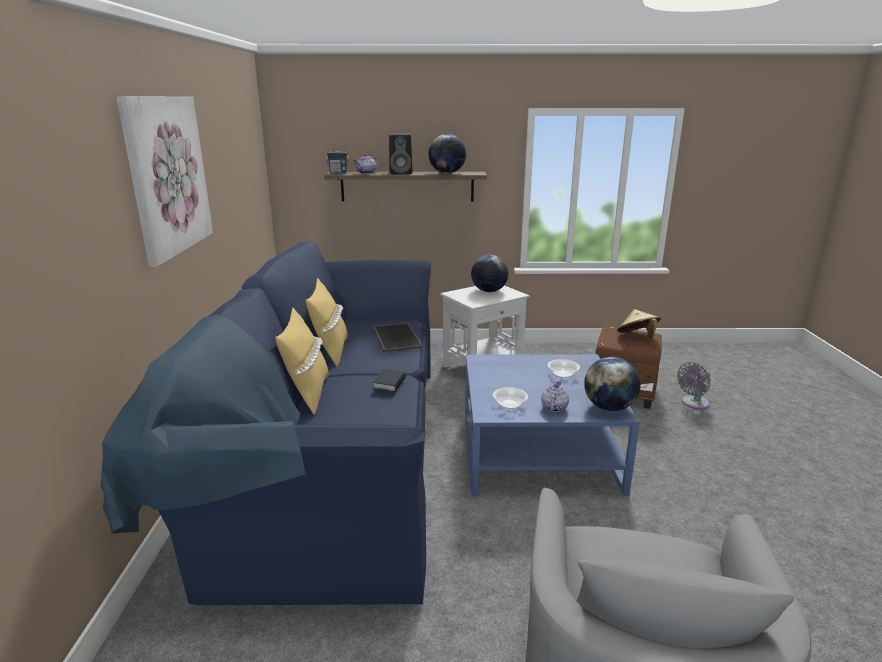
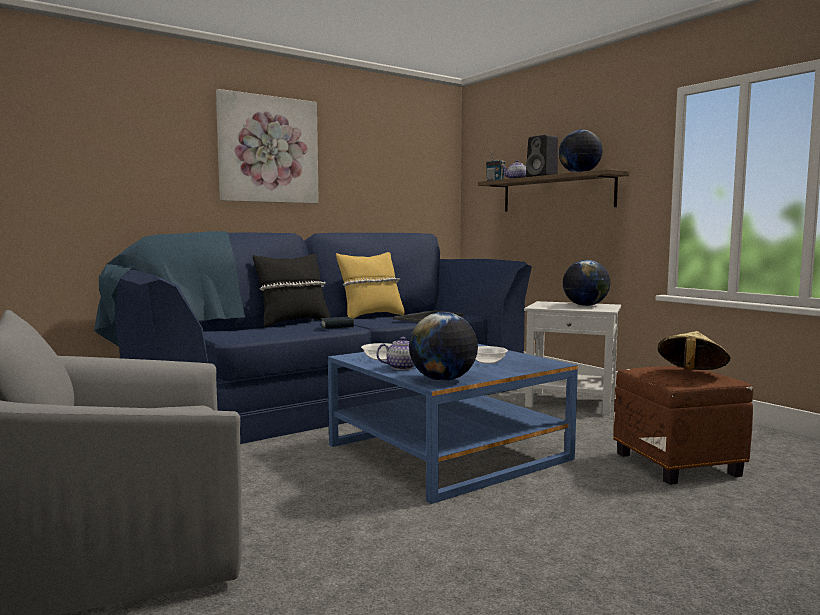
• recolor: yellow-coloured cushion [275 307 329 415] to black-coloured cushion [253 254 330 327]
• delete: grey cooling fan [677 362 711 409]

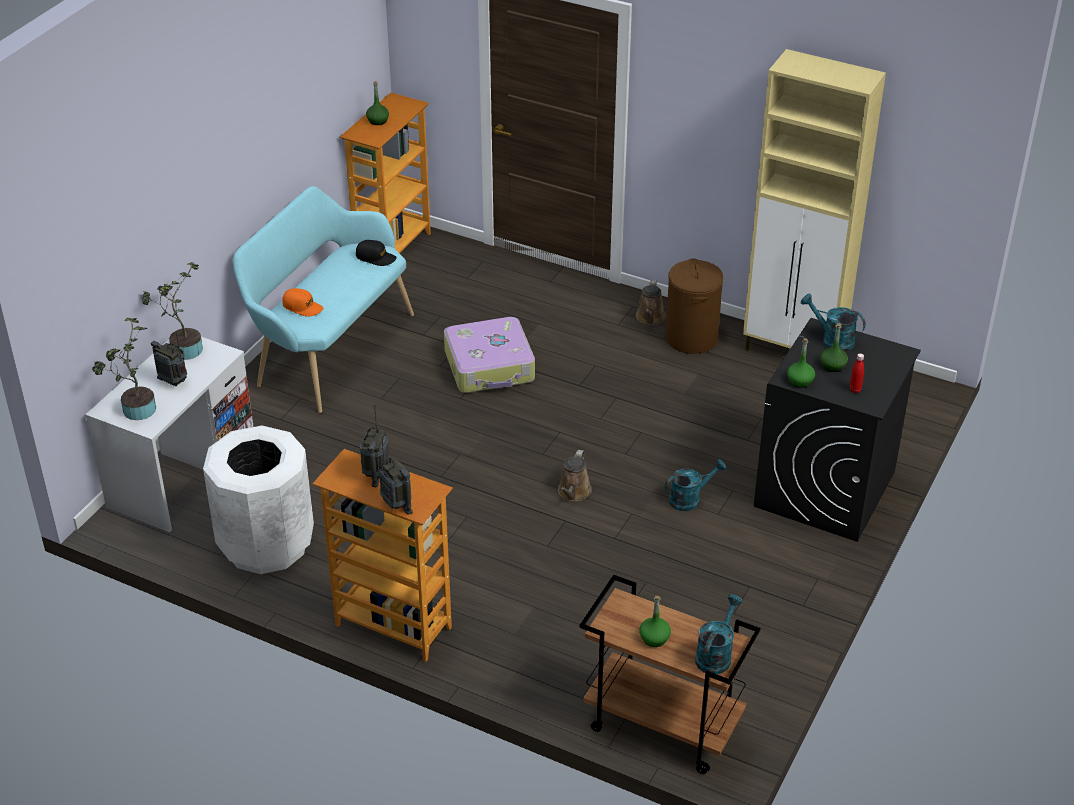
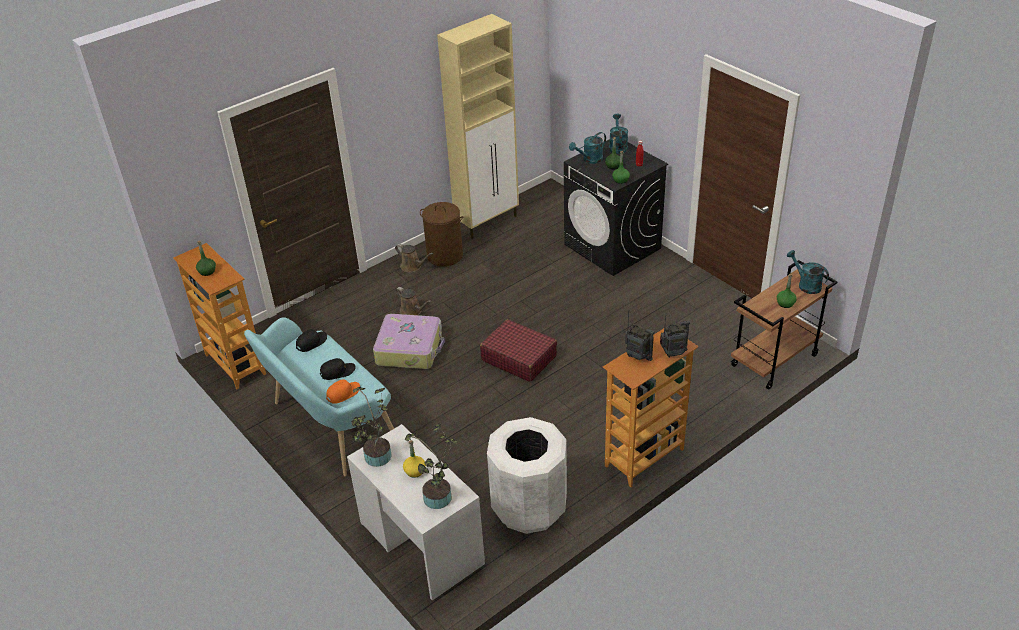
• replace: radio receiver [151 332 187 386] to yellow-coloured drink bottle [403 440 426 478]
• move: brown-coloured sprinkling can [558 450 592 501] to [395 287 431 315]
• move: blue-green sprinkling can [665 459 727 511] to [609 114 628 154]
• insert: black-coloured peaked cap [320 358 356 380]
• insert: reddish suitcase [480 319 557 382]

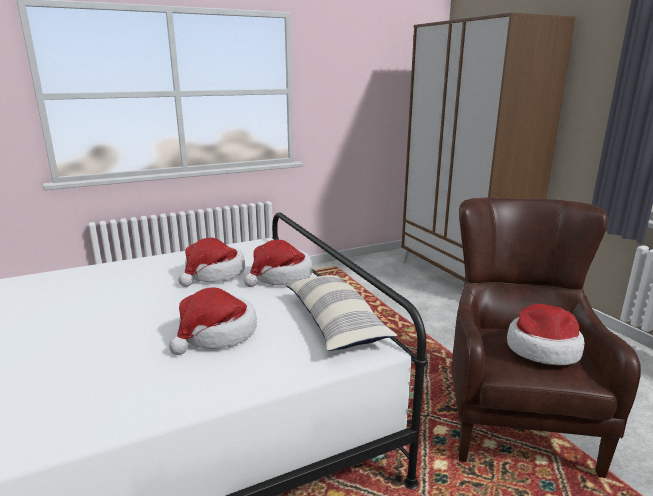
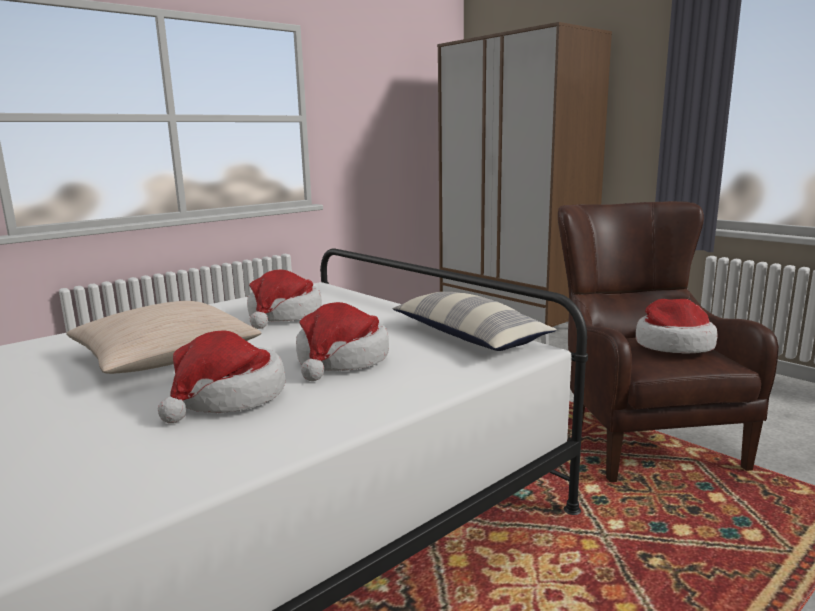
• move: hat [243 240 313 287] to [158 330 286 423]
• insert: sand-coloured cushion [66 301 262 374]

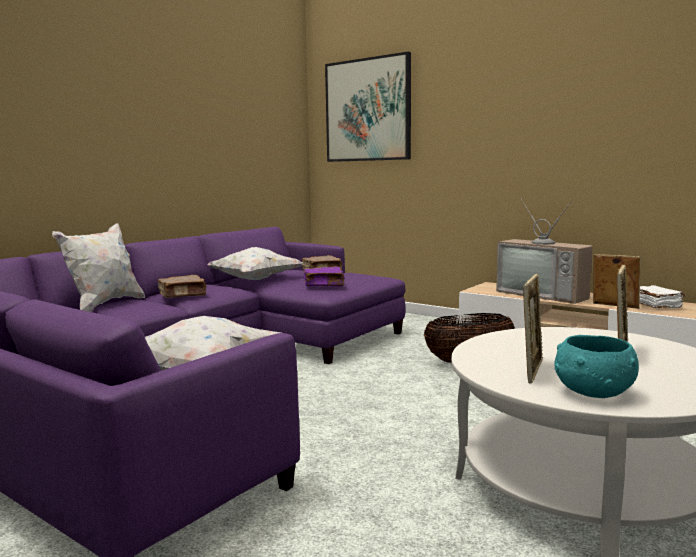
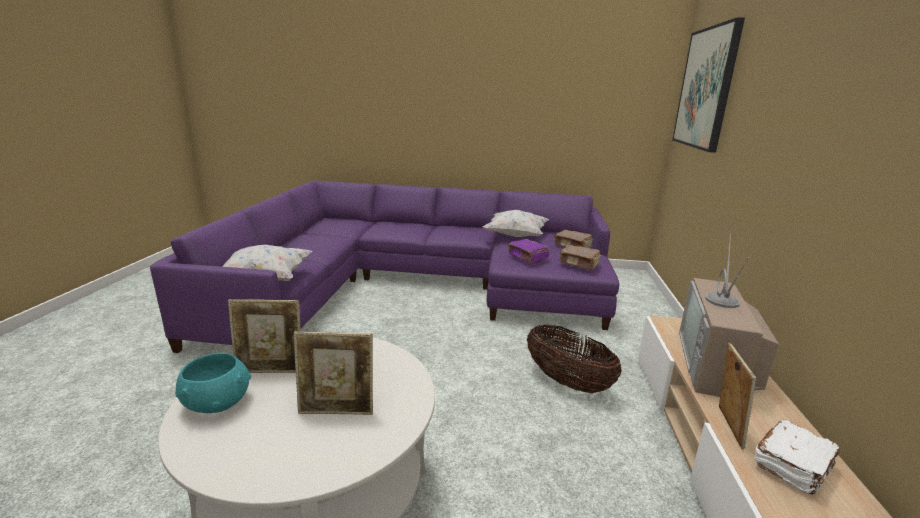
• delete: white cushion [52 223 145 312]
• move: brown-coloured book [158 275 206 298] to [559 245 601 270]

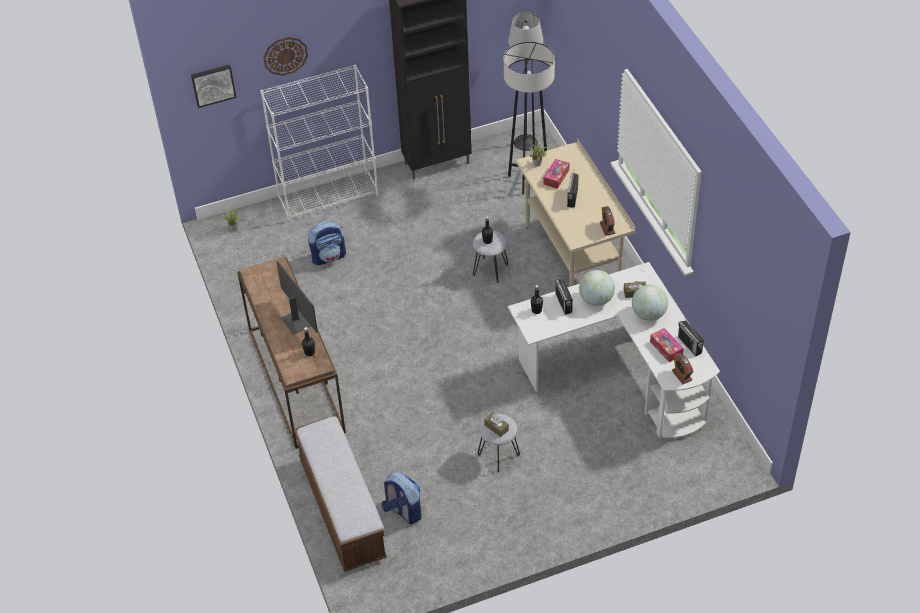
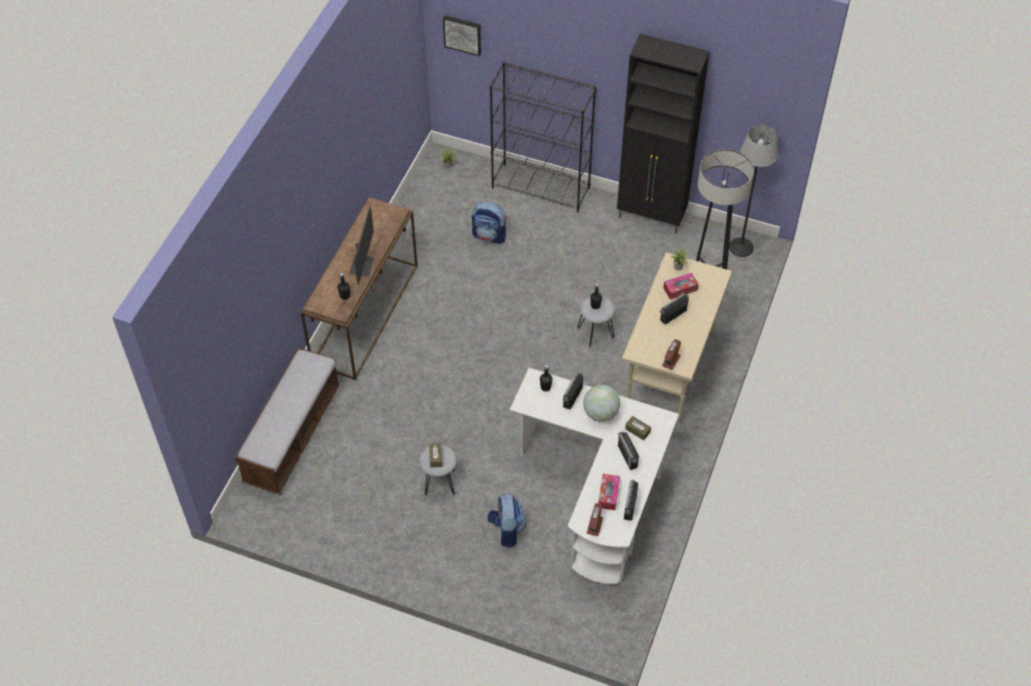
• recolor: white shelving unit [260 65 379 222] to black-coloured shelving unit [490 62 596 213]
• delete: clock on the wall [263 37 308 76]
• move: rucksack [381 471 422 524] to [488 493 526 547]
• replace: desk globe [632 285 668 321] to radio receiver [618 431 639 470]

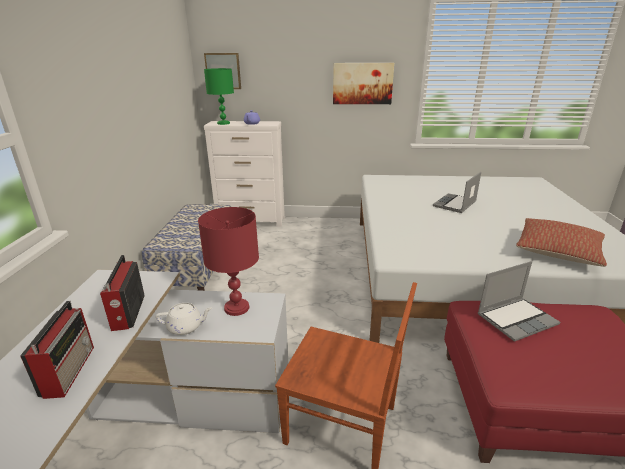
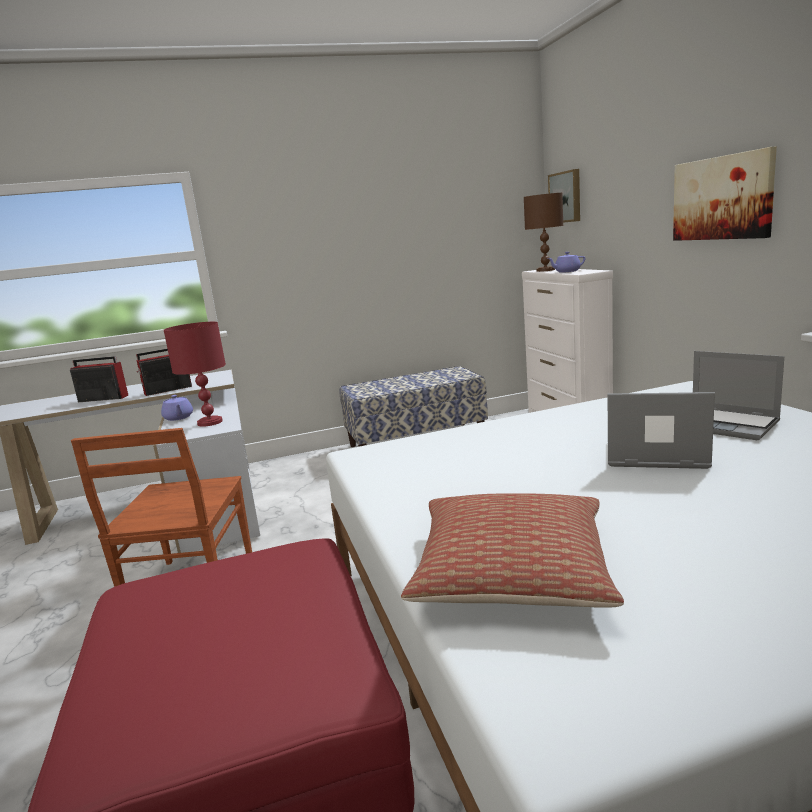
• rotate: radio receiver [20 301 94 399] = [70 356 128 402] 150 degrees counterclockwise
• recolor: white tea pot [156 303 212 335] to purplish tea pot [161 395 193 421]
• recolor: green table lamp [204 68 234 125] to brown-coloured table lamp [524 193 563 272]
• move: notebook computer [478 261 560 342] to [693 351 784 441]

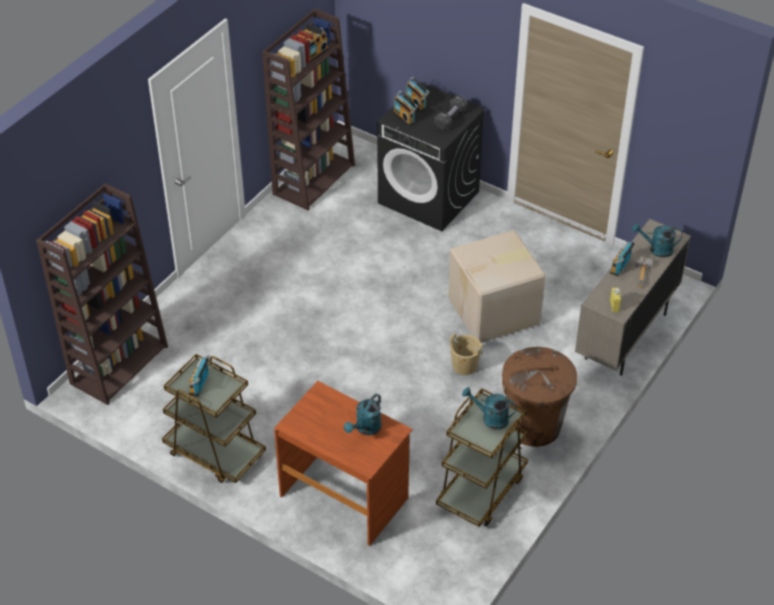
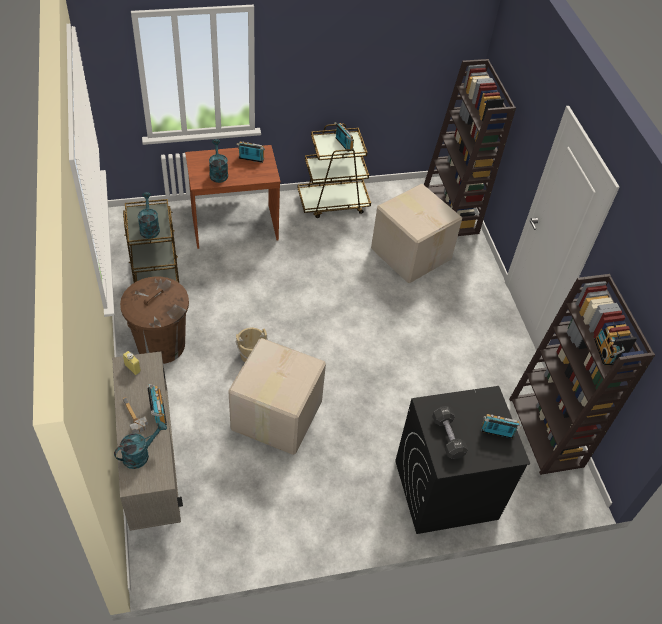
• move: radio receiver [393 91 418 126] to [236 141 265 163]
• rotate: blue-green sprinkling can [462 387 517 429] = [138 192 160 239] 75 degrees counterclockwise
• insert: packing box [371 184 462 283]

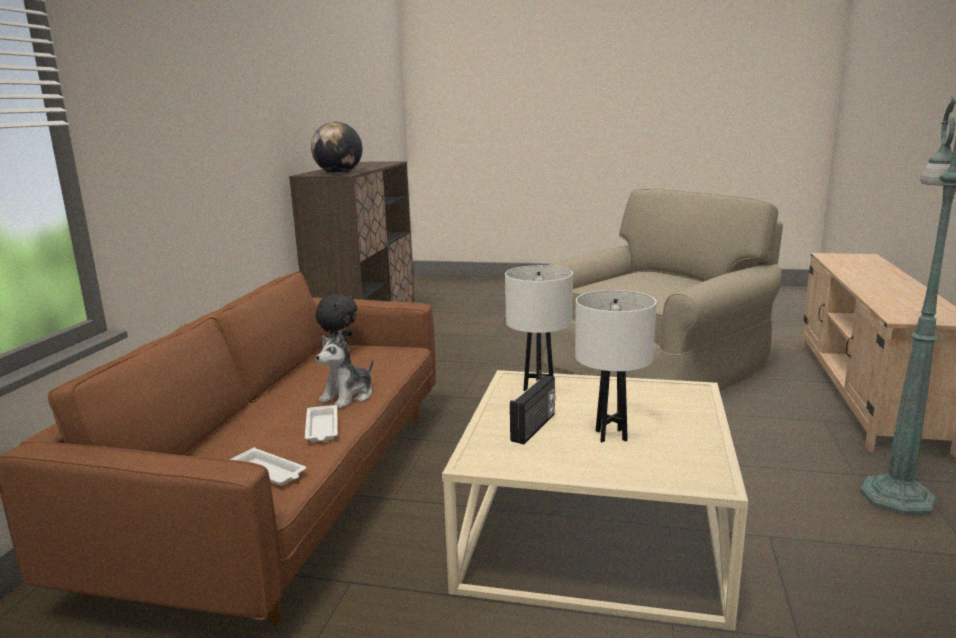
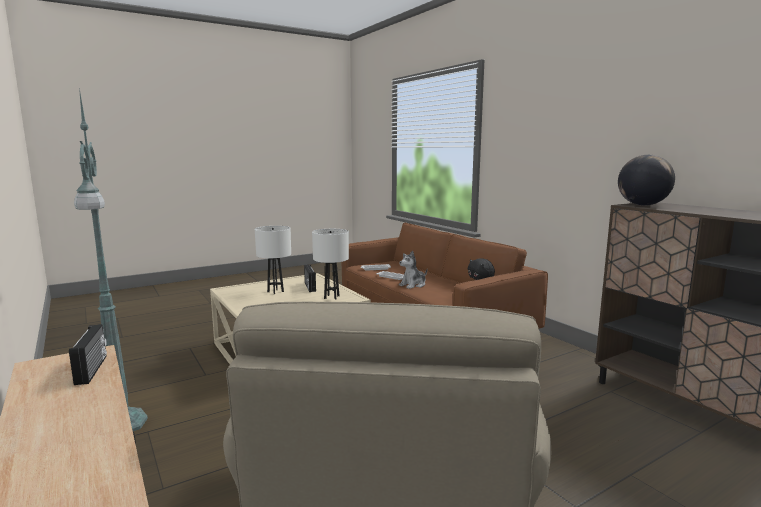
• rotate: soft toy [316 331 373 408] = [399 251 427 289] 120 degrees counterclockwise
• insert: radio receiver [69 324 107 385]

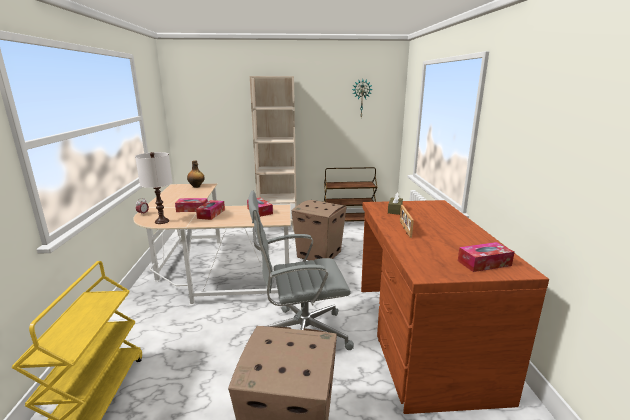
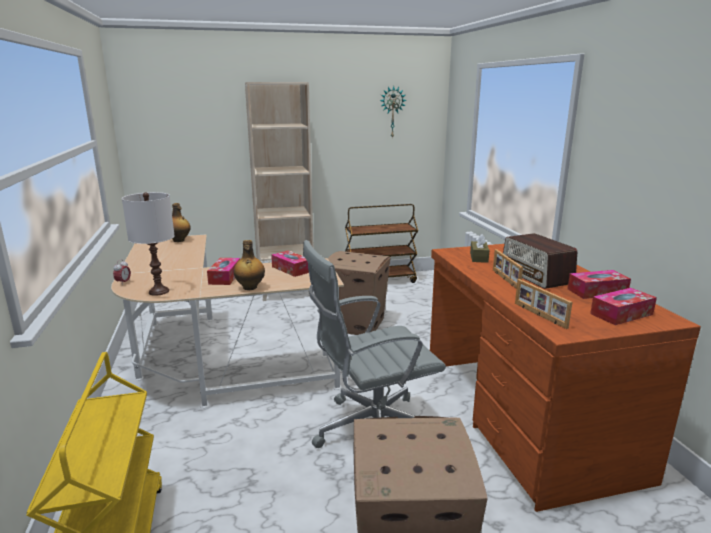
• move: tissue box [175 198 208 212] to [568 270 631 299]
• insert: drink bottle [234 240 265 290]
• insert: radio receiver [503 233 577 289]
• insert: standing frame [515 279 573 329]

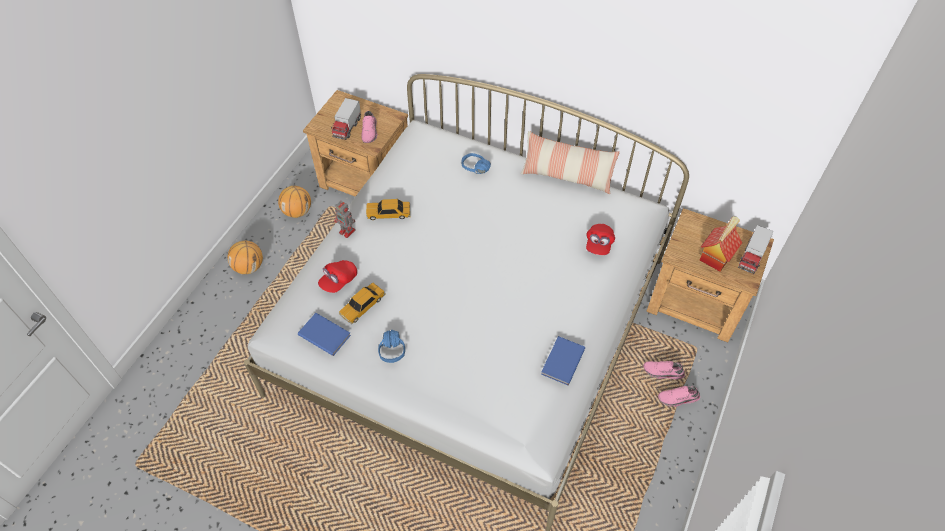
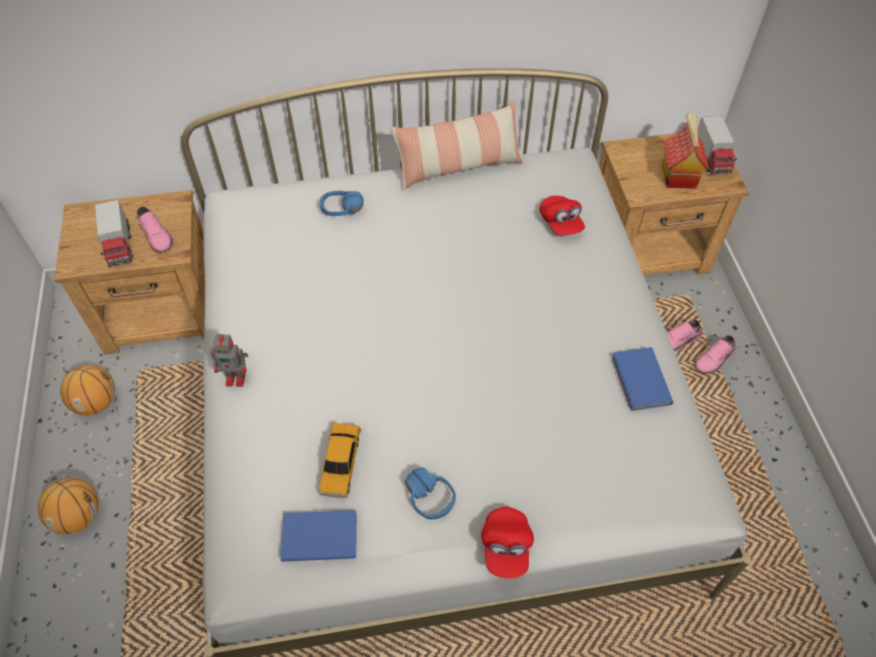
• move: reddish peaked cap [318 260 357 293] to [481 507 534 579]
• delete: toy car [366 199 410 220]

